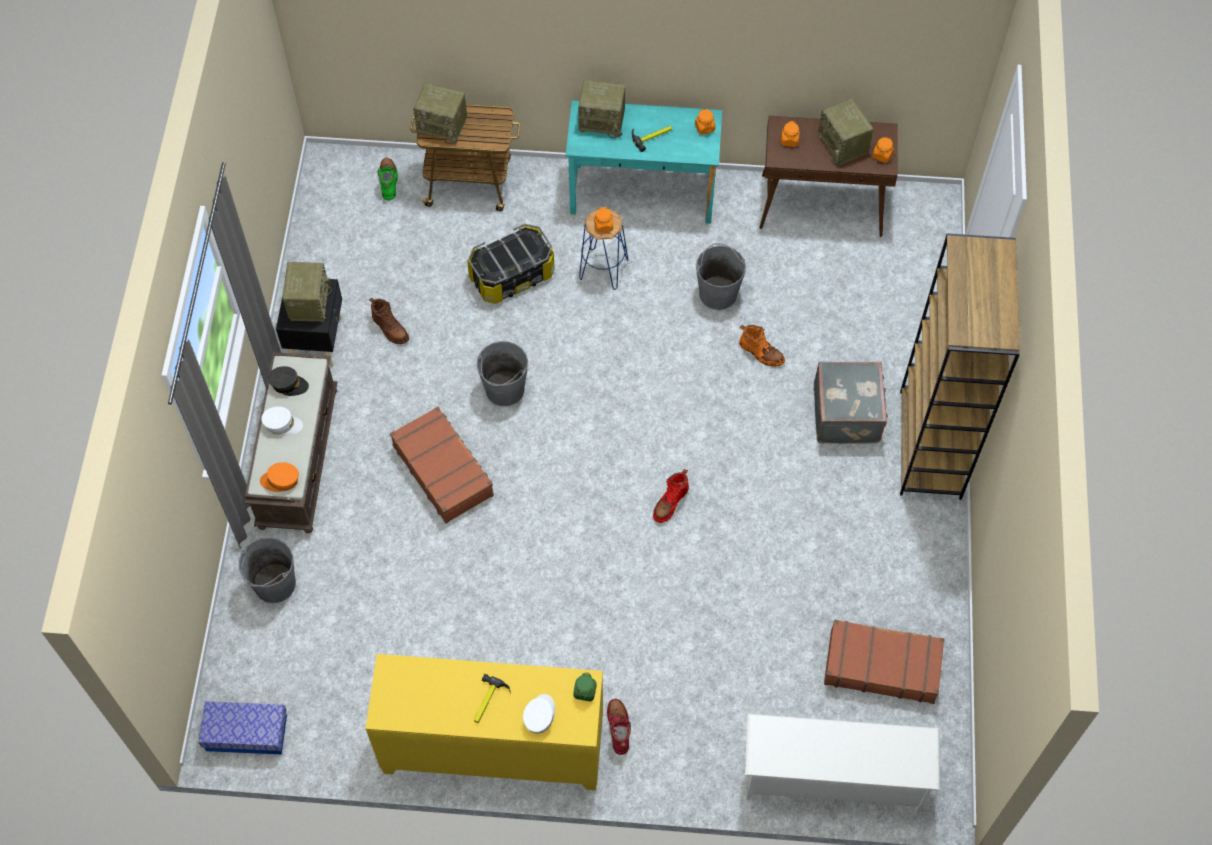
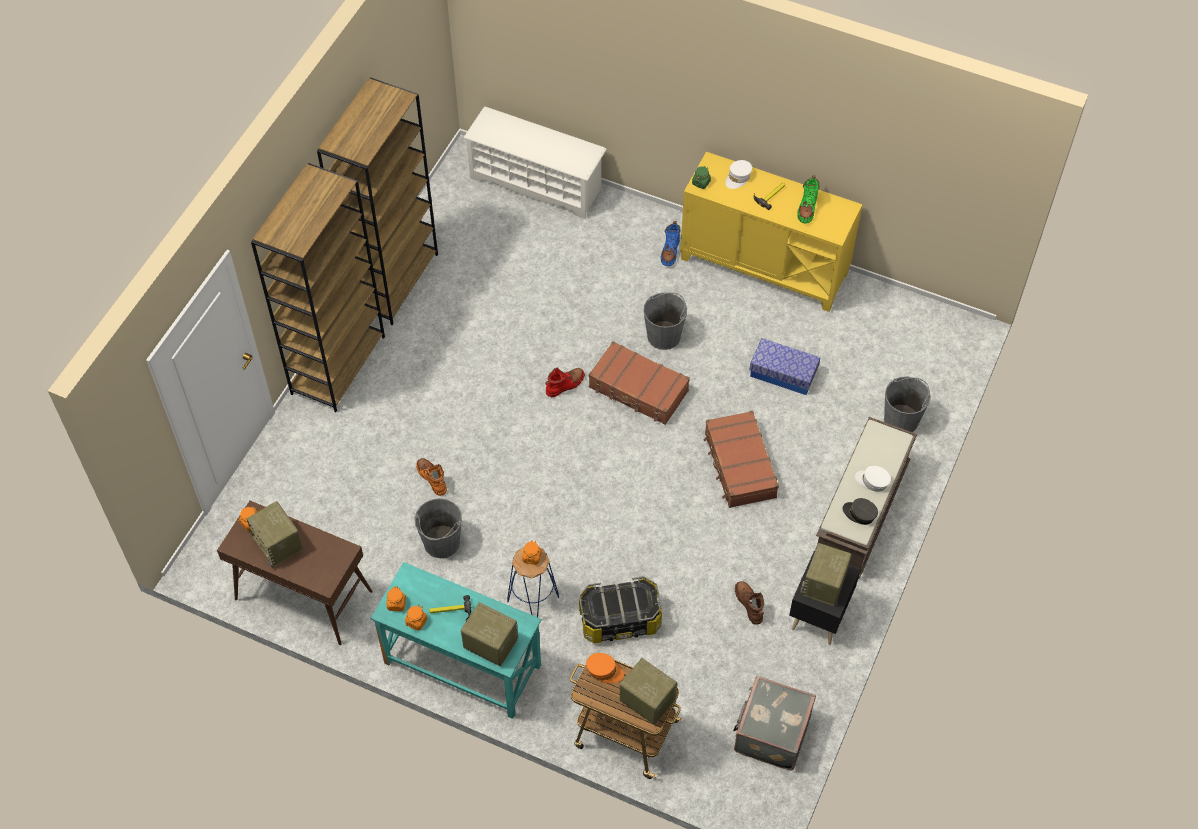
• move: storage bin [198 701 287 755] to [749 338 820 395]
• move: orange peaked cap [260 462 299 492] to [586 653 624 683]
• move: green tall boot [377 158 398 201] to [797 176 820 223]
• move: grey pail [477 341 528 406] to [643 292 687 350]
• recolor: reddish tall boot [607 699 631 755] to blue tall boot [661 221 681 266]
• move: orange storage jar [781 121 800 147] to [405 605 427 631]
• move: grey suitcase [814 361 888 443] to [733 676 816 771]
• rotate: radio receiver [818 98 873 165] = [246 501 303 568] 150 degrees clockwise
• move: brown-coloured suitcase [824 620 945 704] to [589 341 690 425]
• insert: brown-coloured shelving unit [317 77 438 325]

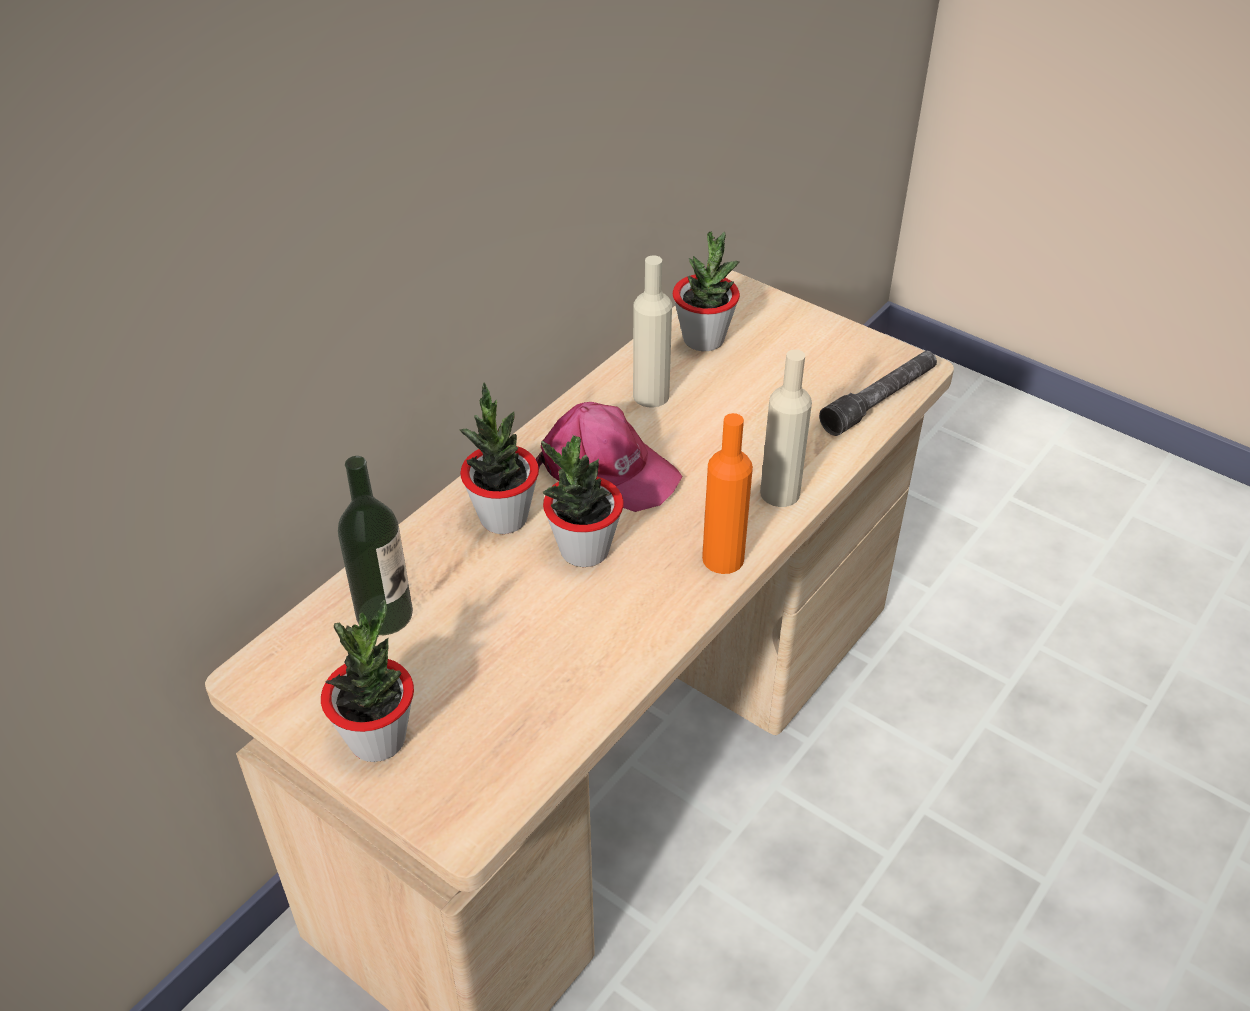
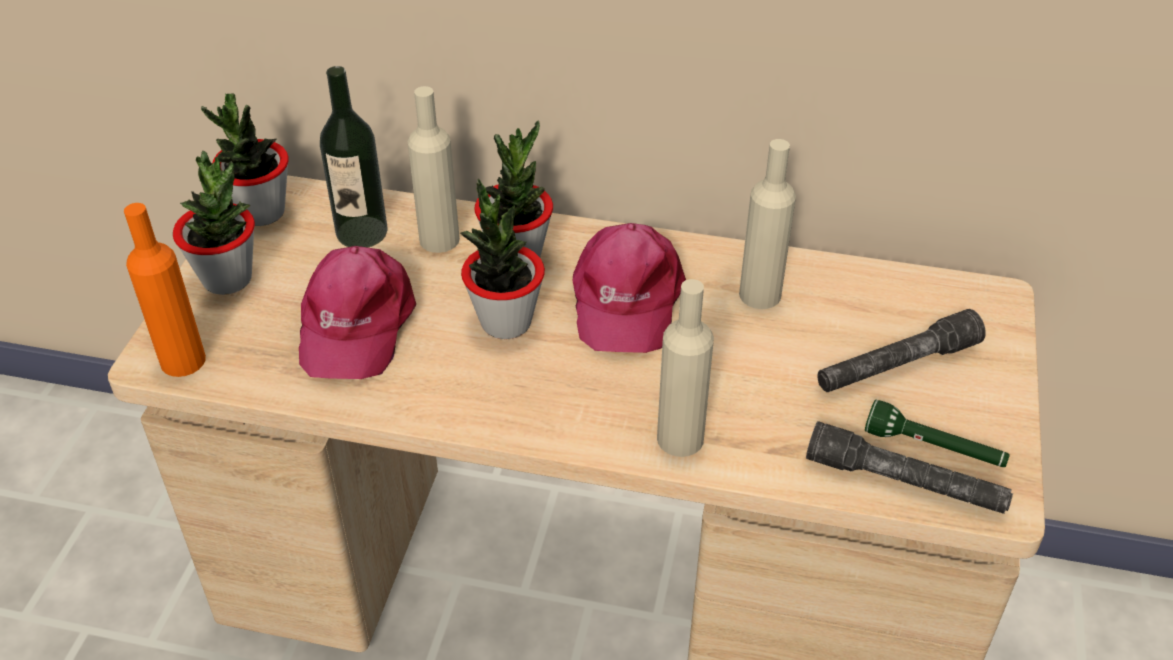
• move: potted plant [673 231 740 351] to [201 94 289 226]
• move: orange drink bottle [702 413 753 574] to [124 203 206 377]
• insert: pink peaked cap [299 246 416 379]
• insert: sand-coloured drink bottle [407 86 460 253]
• insert: grey flashlight [817 309 986 392]
• insert: green flashlight [865 400 1010 467]

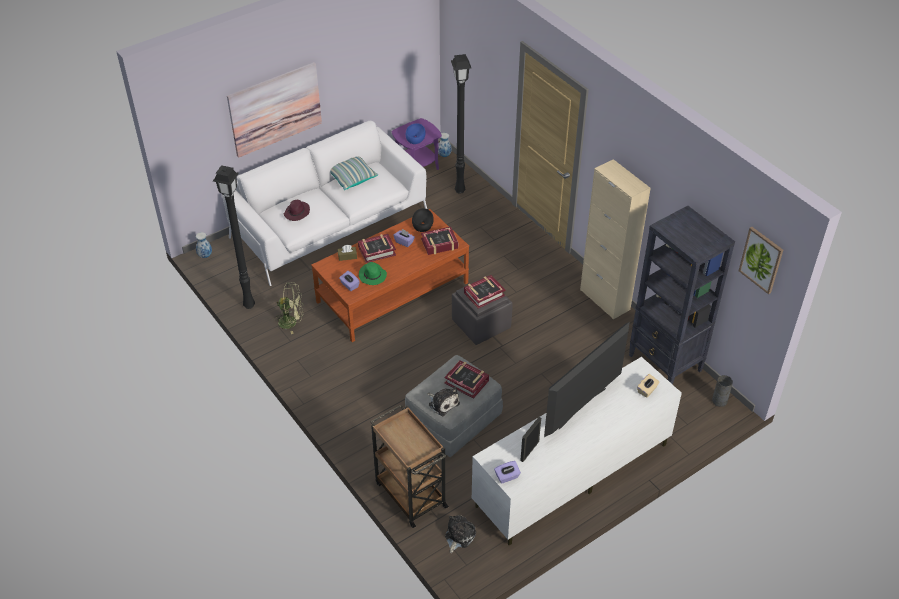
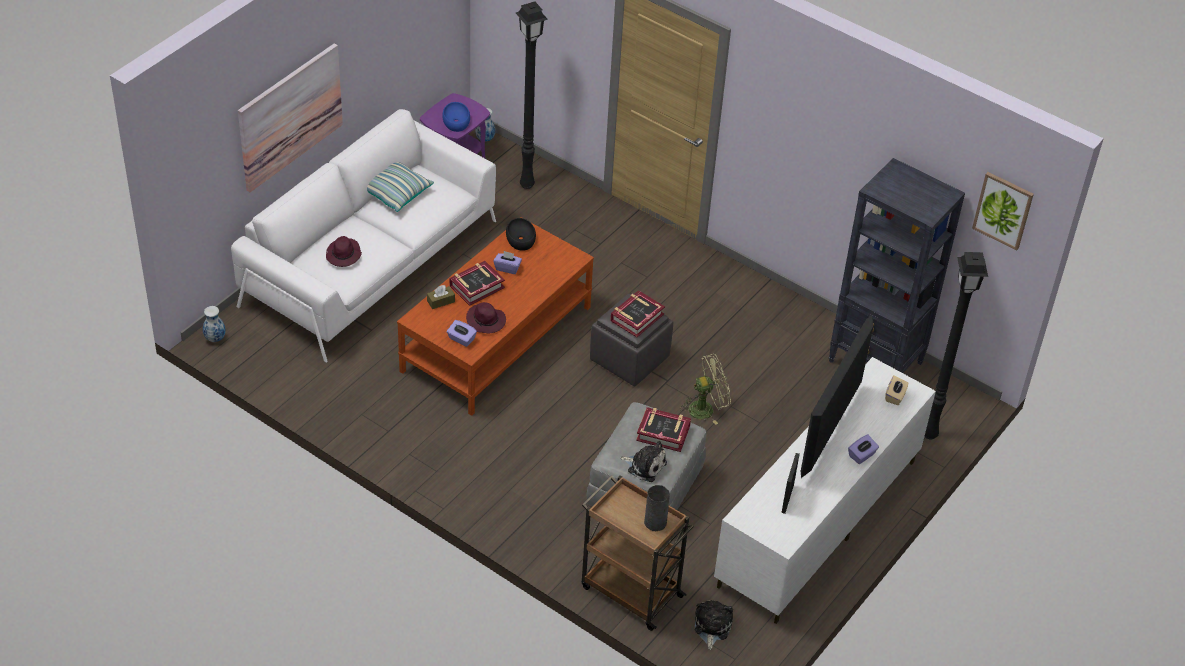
• move: black-coloured standing lamp [213 165 255 309] to [924 252 988 439]
• move: green cooling fan [273 282 304 334] to [681 354 731 425]
• recolor: green hat [359 262 387 285] to purplish hat [466 302 506 333]
• delete: book [421 227 458 255]
• move: purplish tissue box [494 461 521 484] to [848 435 879 464]
• delete: sand-coloured cupboard [580 159 651 319]
• move: grey vase [712 375 733 407] to [644 485 670 532]

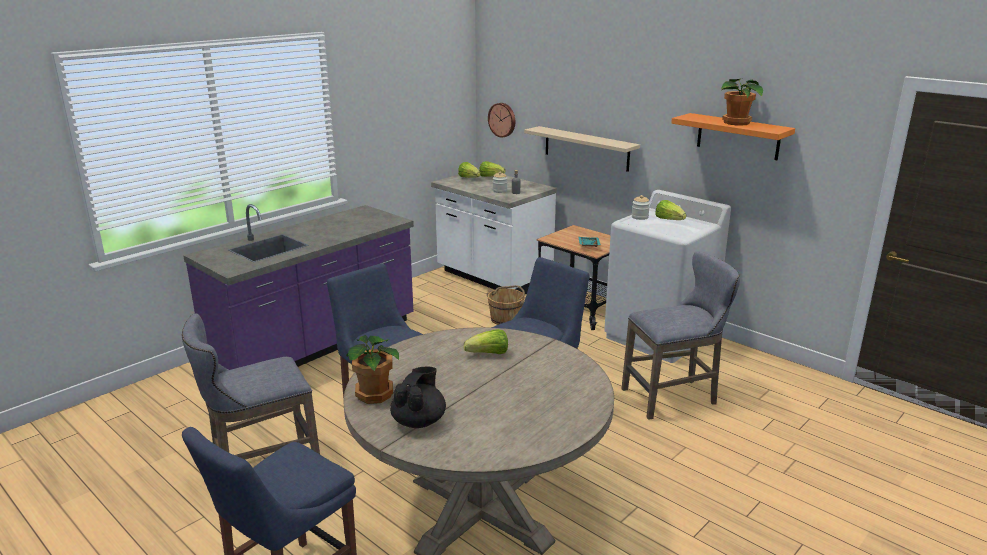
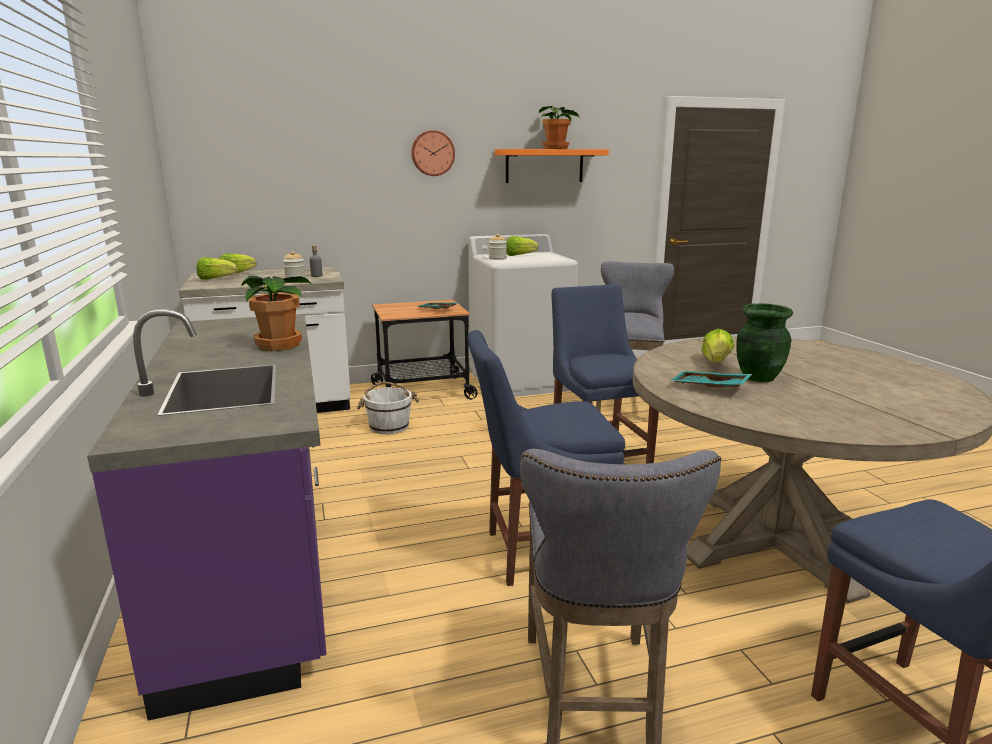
• move: potted plant [346 335 399 404] to [241 276 312 351]
• delete: black-coloured tea pot [390 367 446 428]
• recolor: brown-coloured pail [487 285 525 325] to white pail [357 382 419 434]
• move: clock on the wall [488 103 515 138] to [411 130 455 176]
• delete: sand-coloured shelf [524 126 640 172]
• insert: blue-green serving tray [671 371 752 388]
• insert: green vase [736 303 793 382]

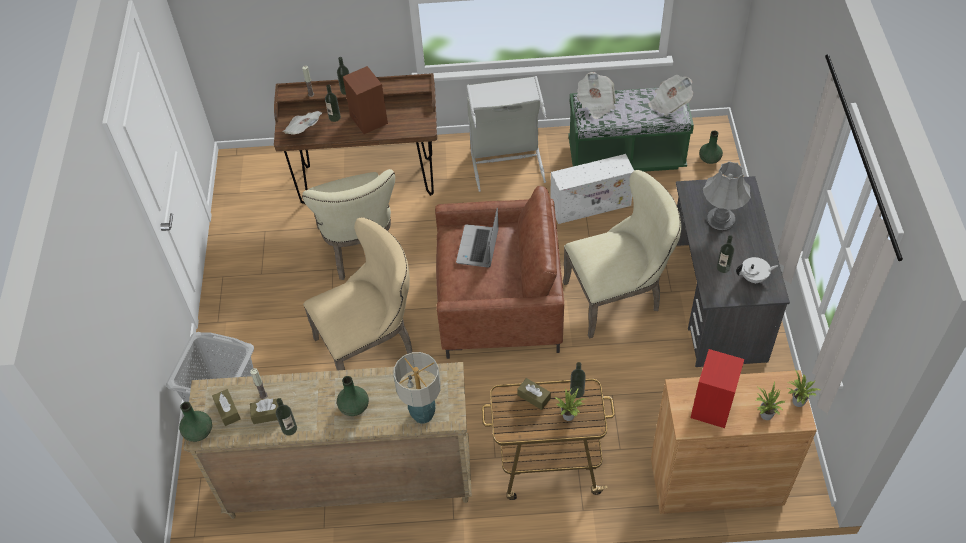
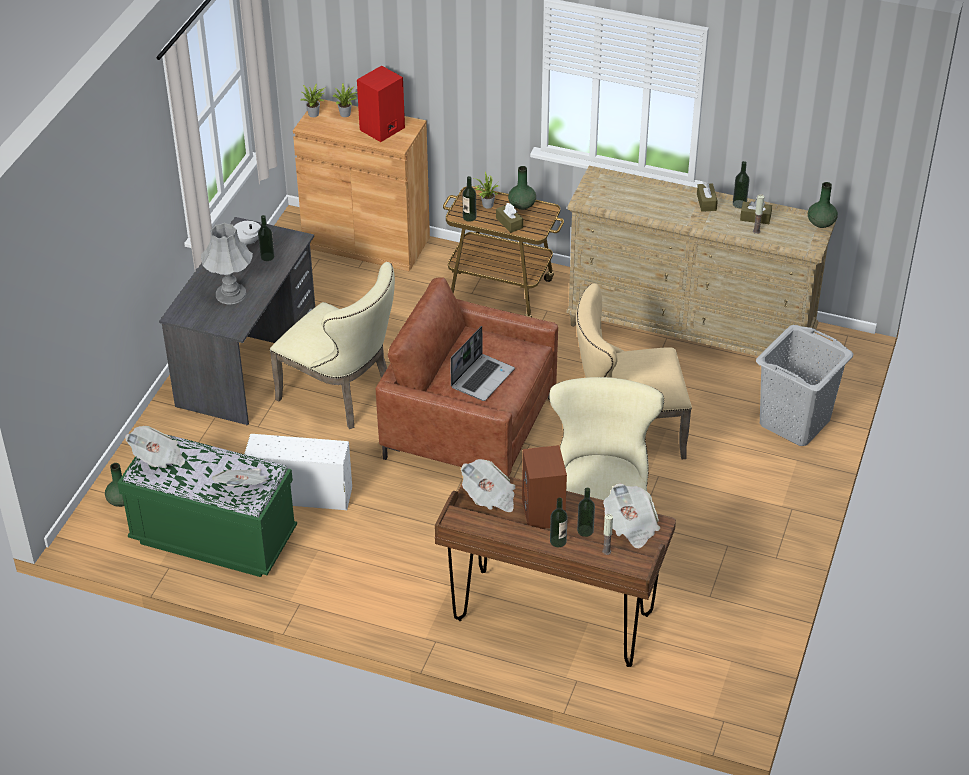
• move: brown-coloured tissue box [212 389 241 426] to [697 182 718 212]
• move: green vase [337 376 369 416] to [508 166 536 210]
• delete: table lamp [393 352 441 424]
• delete: grey washing basket [466 76 547 192]
• rotate: sand-coloured chair [563 170 681 339] = [270 262 395 429] 150 degrees counterclockwise
• insert: printed paper [461 459 515 512]

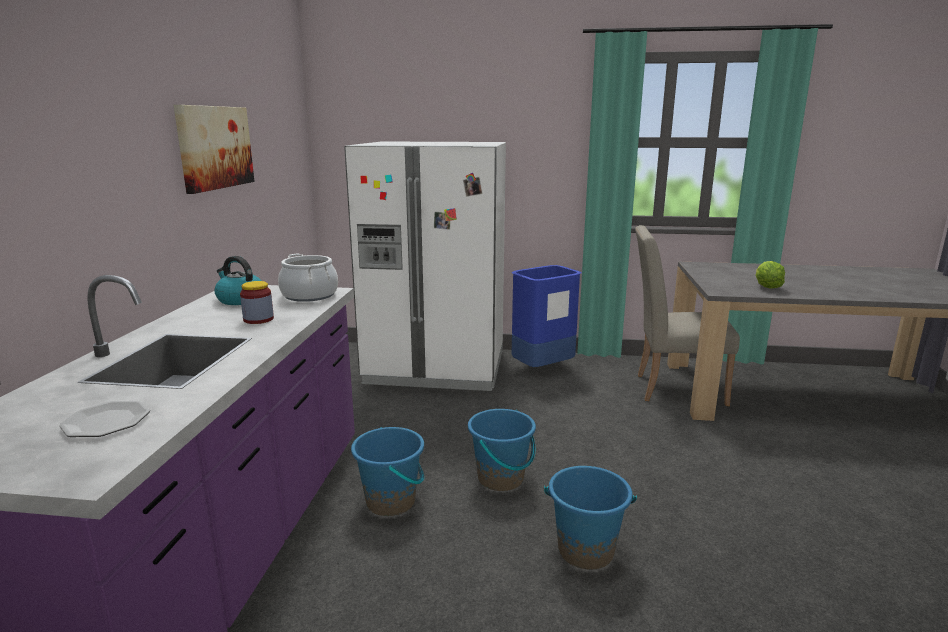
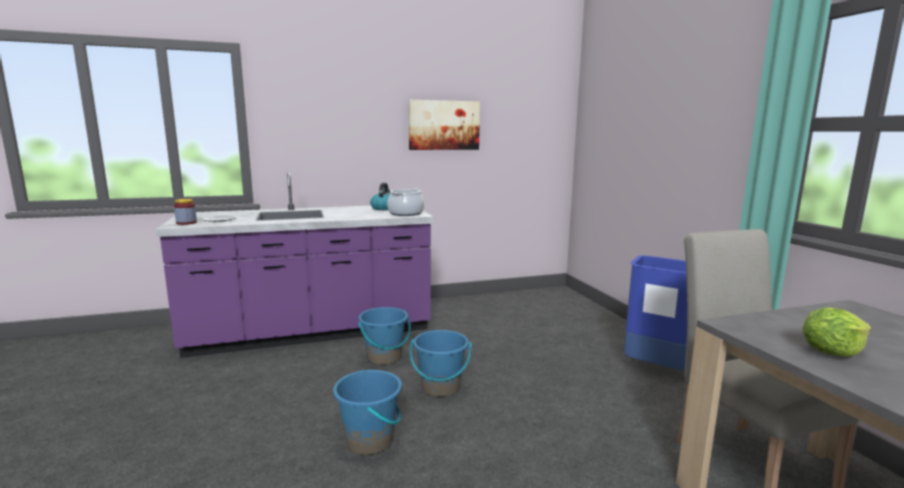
• move: storage jar [240 281 274 324] to [174 199 197 225]
• delete: white refrigerator [344 142 506 391]

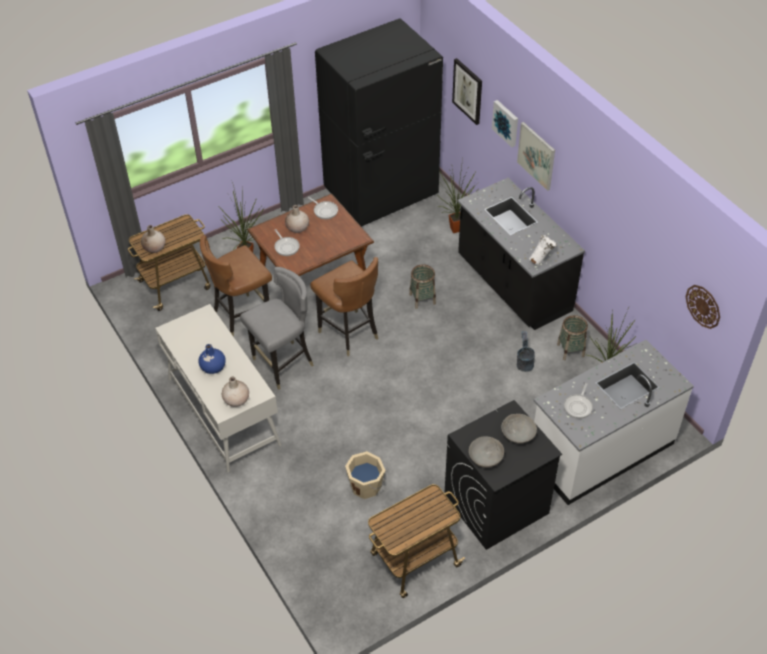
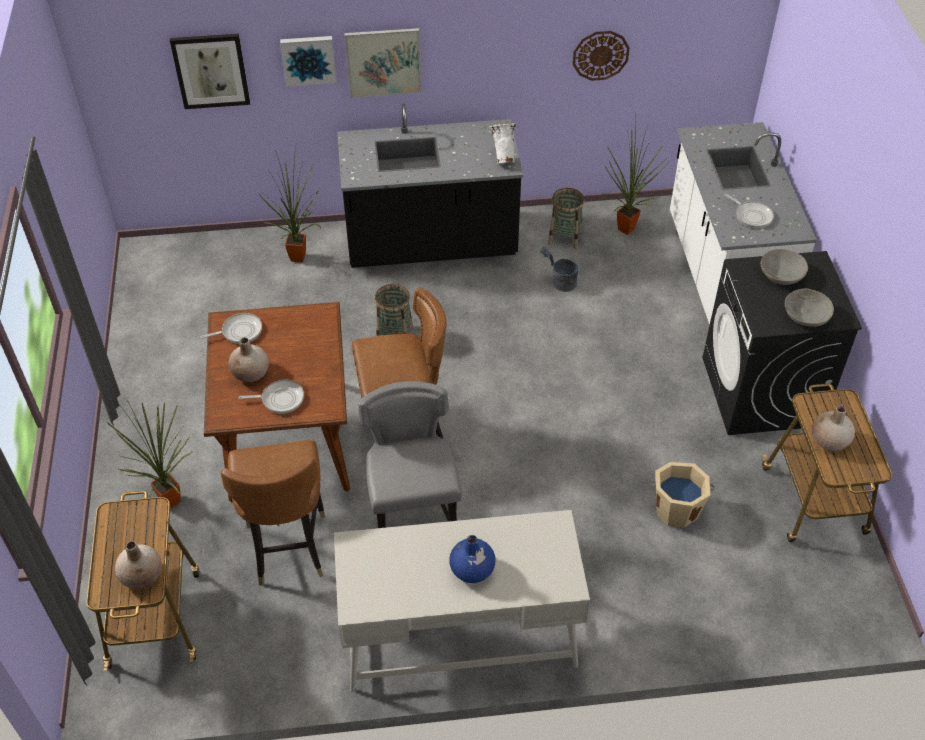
• move: sand-coloured vase [222 377 249 407] to [812 405 855 451]
• delete: black-coloured refrigerator [315 19 443 227]
• move: clock on the wall [686 285 720 329] to [573 31 630 81]

